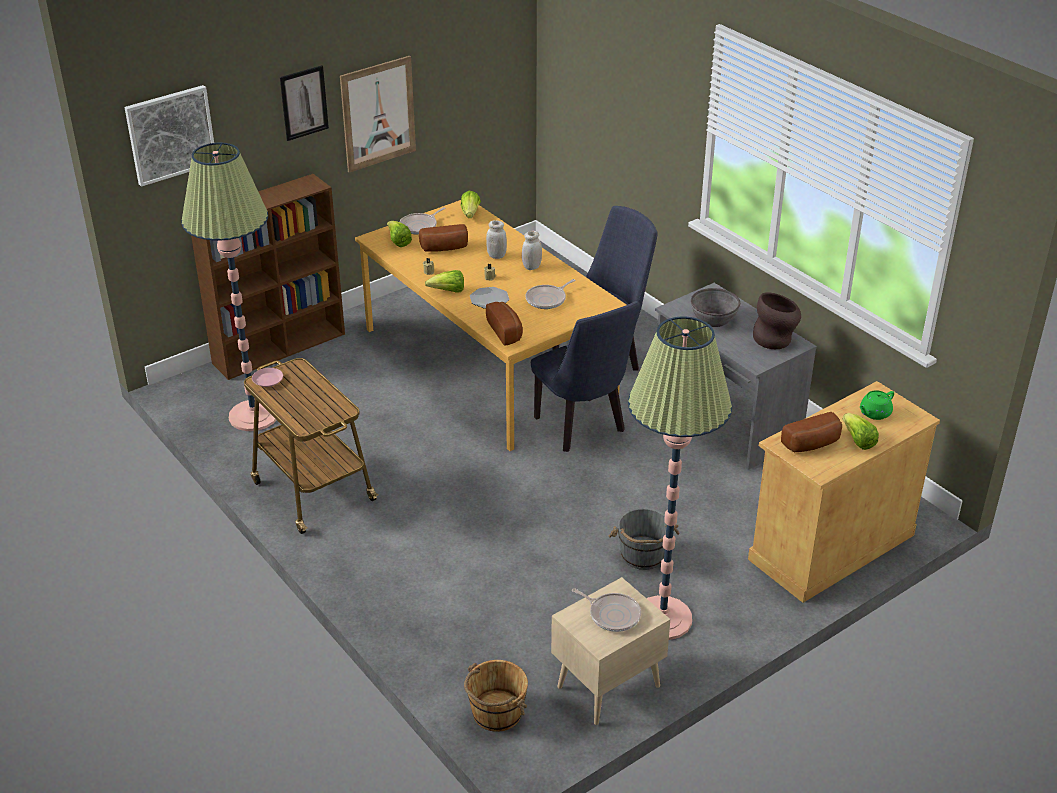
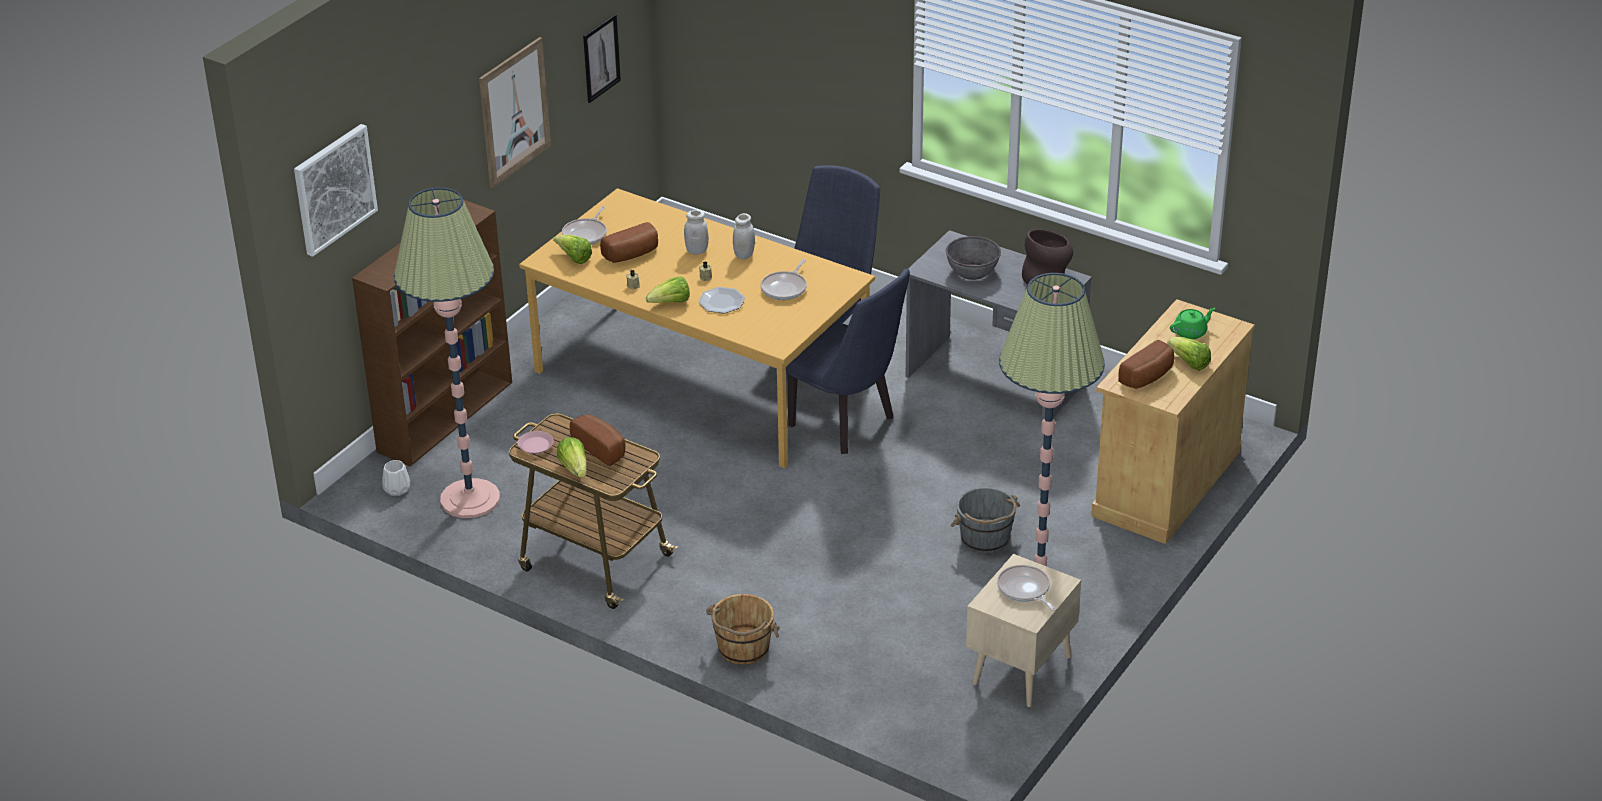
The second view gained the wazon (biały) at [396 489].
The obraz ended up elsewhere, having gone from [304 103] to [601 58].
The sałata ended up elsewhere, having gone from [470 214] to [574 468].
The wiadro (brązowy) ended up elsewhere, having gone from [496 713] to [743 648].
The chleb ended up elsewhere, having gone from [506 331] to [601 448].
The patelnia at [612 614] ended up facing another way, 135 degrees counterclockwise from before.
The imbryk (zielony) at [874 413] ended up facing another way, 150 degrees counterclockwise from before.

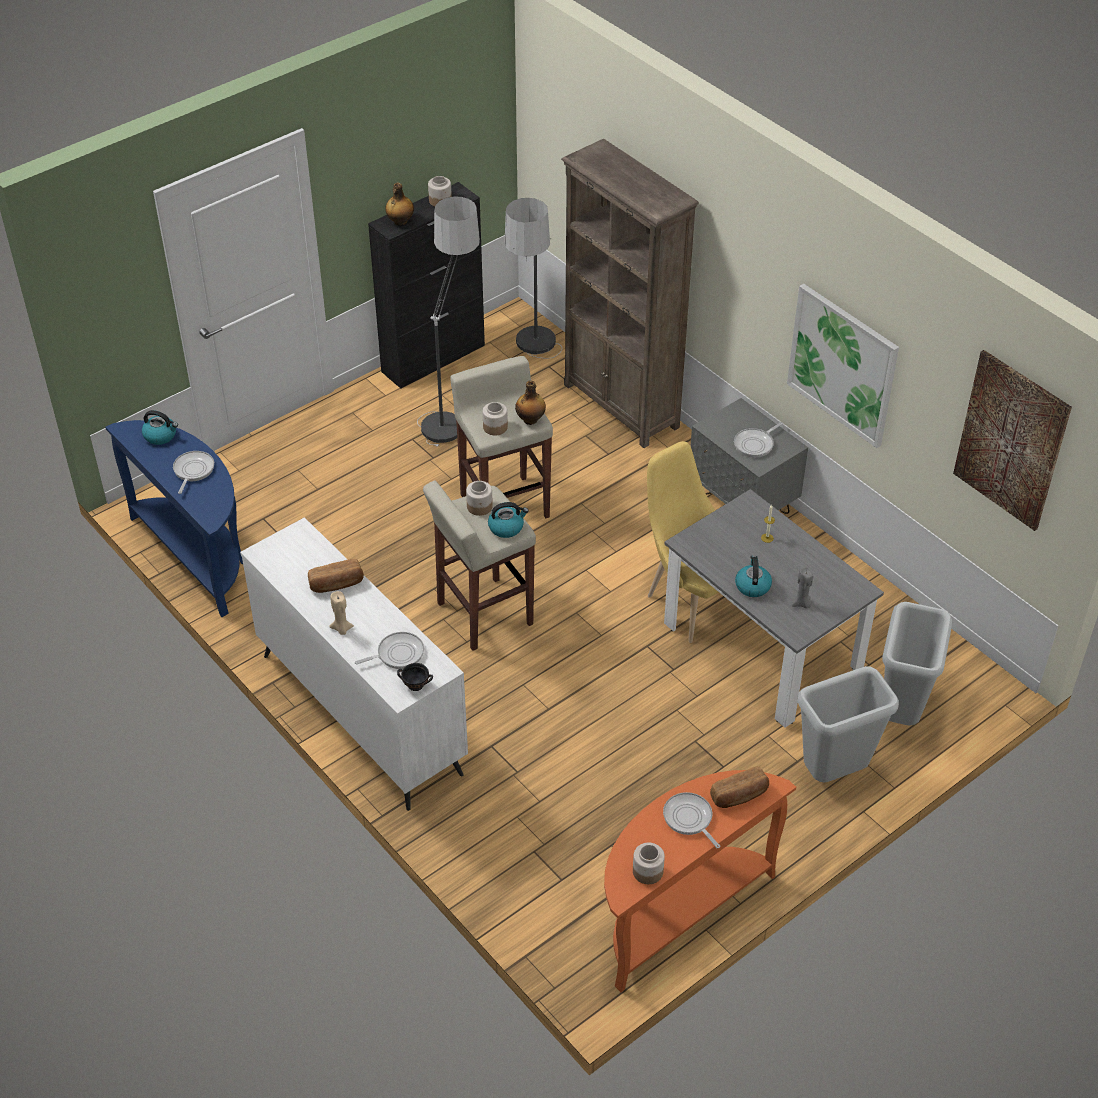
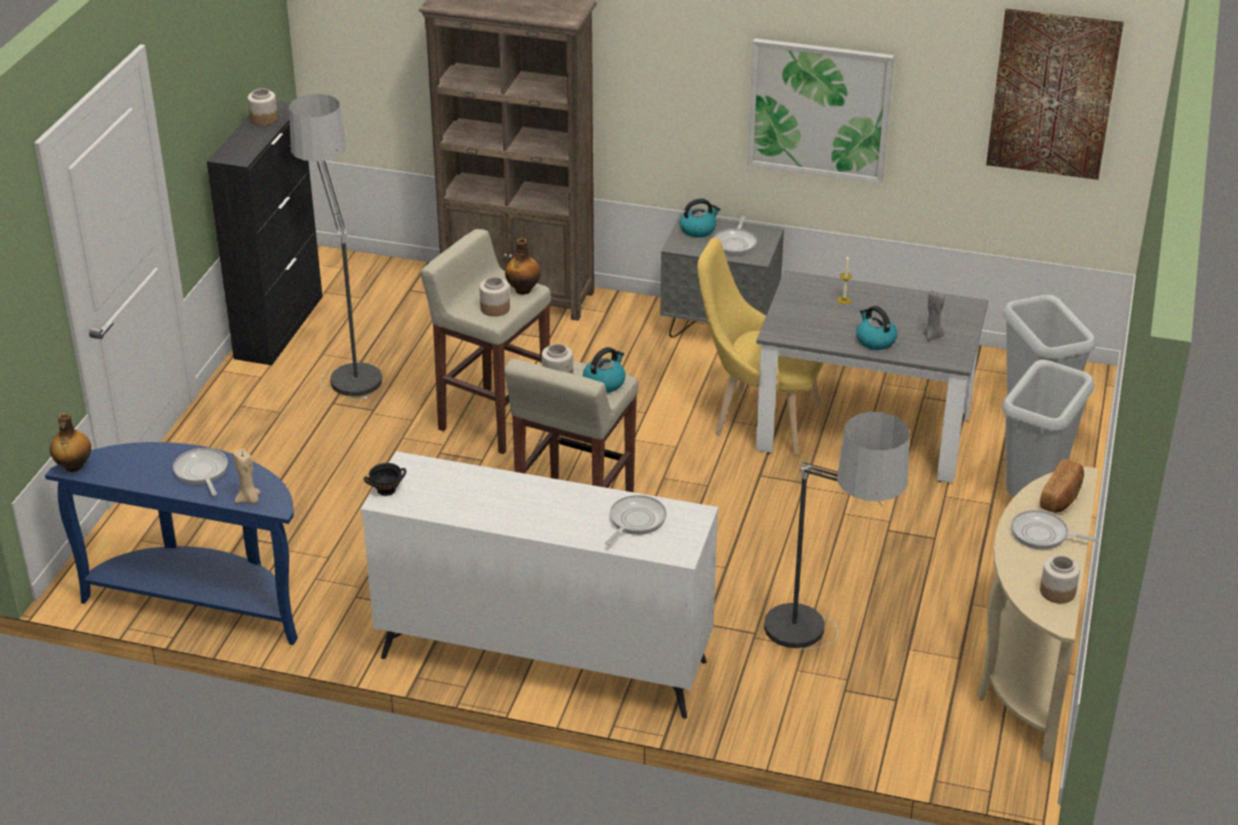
The second view lost the chleb at [336 584].
The czajnik ended up elsewhere, having gone from [161 436] to [698 230].
The świeca (beżowy) ended up elsewhere, having gone from [341 629] to [249 499].
The butelka ended up elsewhere, having gone from [400 222] to [73 467].
The miska (czarny) ended up elsewhere, having gone from [415 684] to [385 490].
The lampa stojąca ended up elsewhere, having gone from [534 364] to [823 658].
What was the stolik konsolowy (pomarańczowy) at [679 912] turned into the stolik konsolowy (beżowy) at [1027 671].

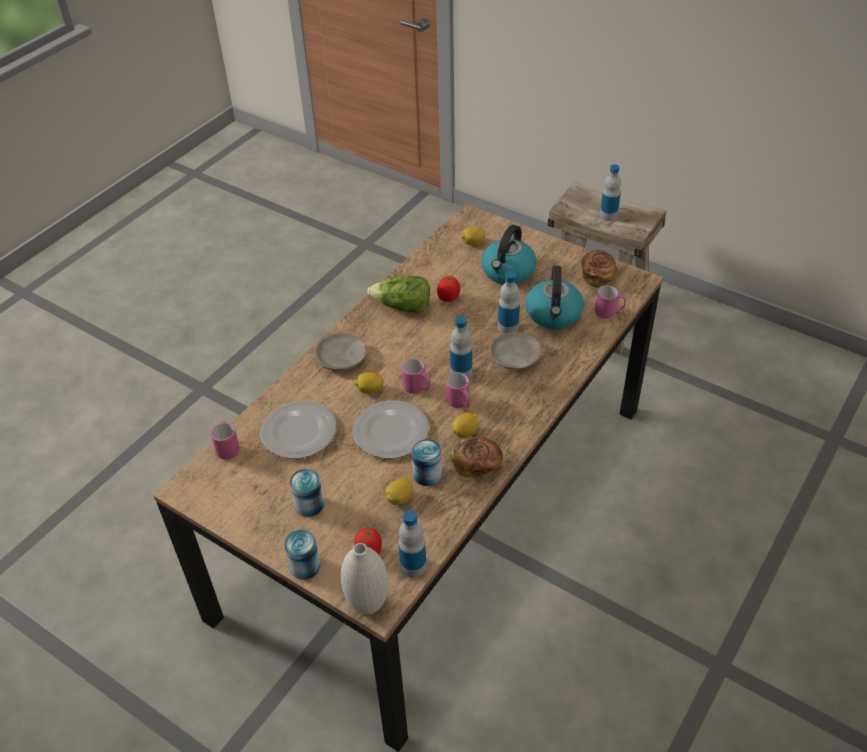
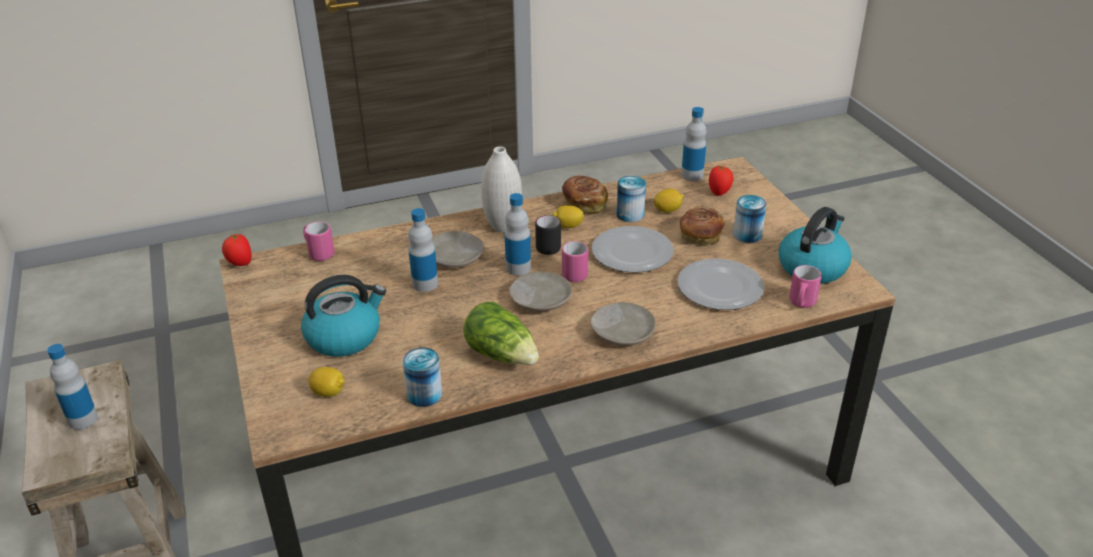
The second view lost the cytryna at [369 390].
The second view gained the talerz (beżowy) at [540 300].
The puszka ended up elsewhere, having gone from [305 566] to [424 394].
The wazon (biały) ended up elsewhere, having gone from [368 605] to [503 227].
The pomidor ended up elsewhere, having gone from [448 298] to [240 263].
The czajnik ended up elsewhere, having gone from [554 315] to [812 267].
The chleb ended up elsewhere, having gone from [598 276] to [700 236].
What was the kubek (różowy) at [460 403] turned into the kubek (czarny) at [548 246].

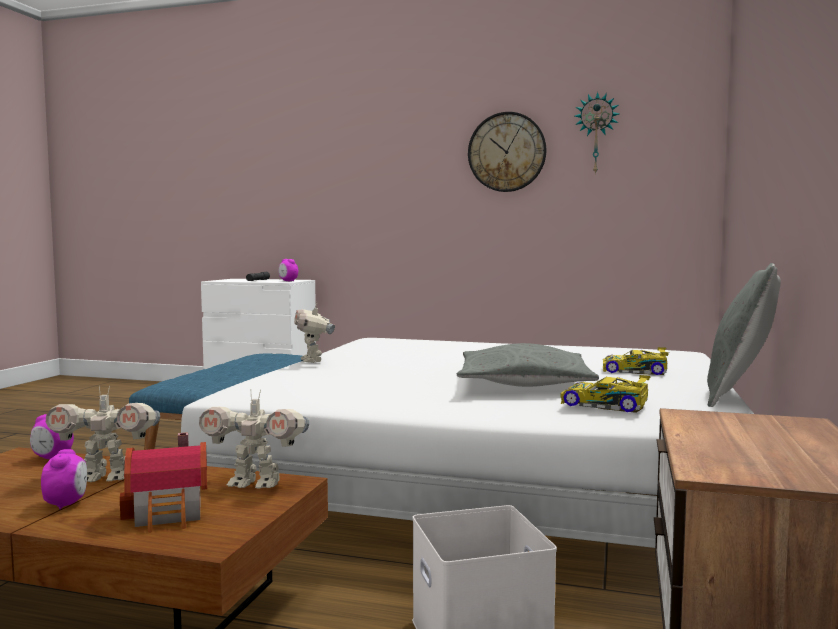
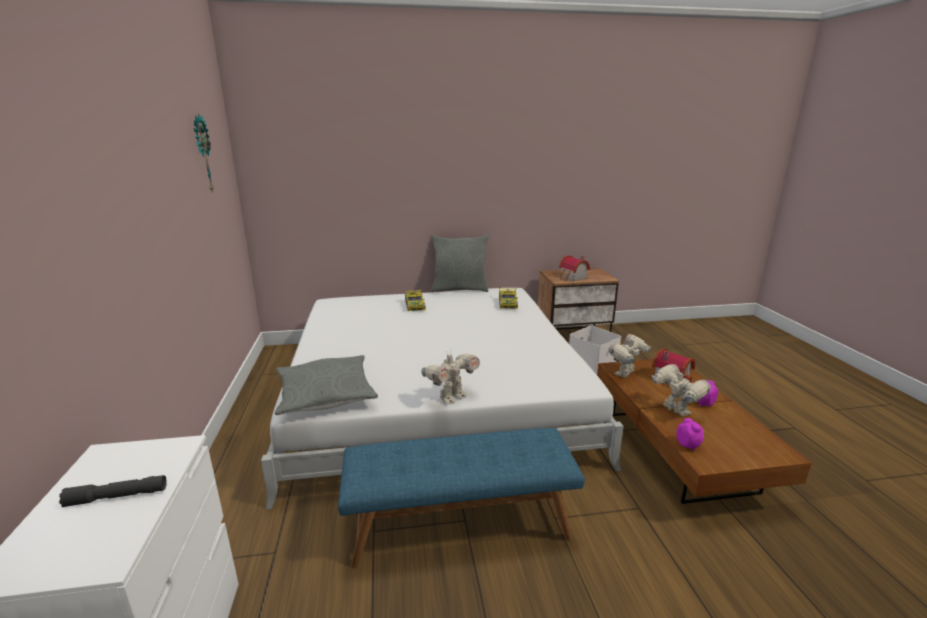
The second view lost the budzik at [288 281].
The second view lost the zegar ścienny at [506 152].
The second view gained the domek at [572 278].
The poduszka (szary) ended up elsewhere, having gone from [523 384] to [325 394].
The robot zabawkowy at [255 484] ended up facing another way, 120 degrees counterclockwise from before.

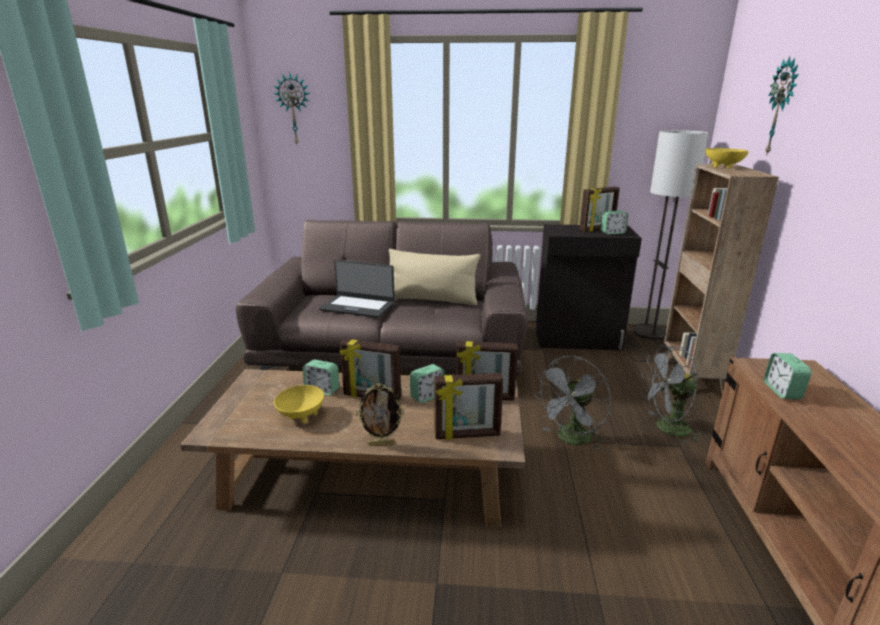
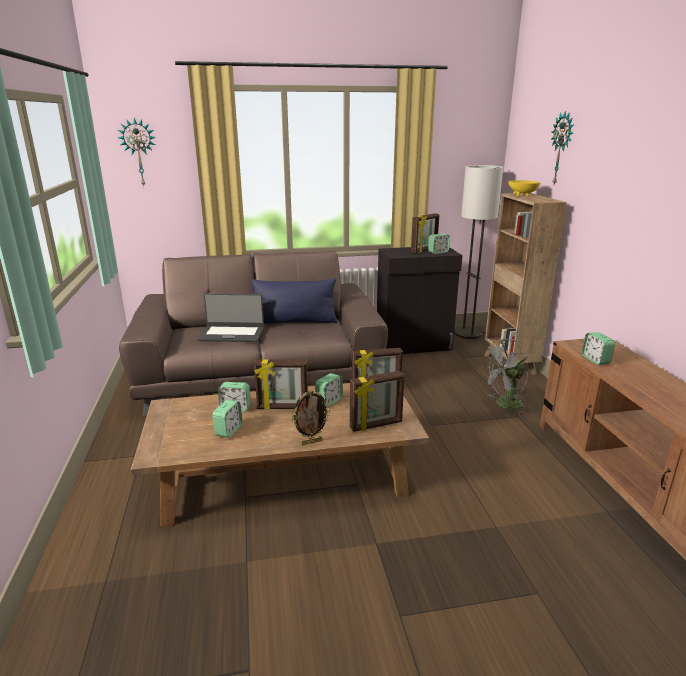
The second view lost the wentylator (szary) at [571 440].
Where the miska (żółty) stood at [301 415], the budzik came to stand at [228 430].
What was the poduszka (beżowy) at [432 299] turned into the poduszka (niebieski) at [295 322].

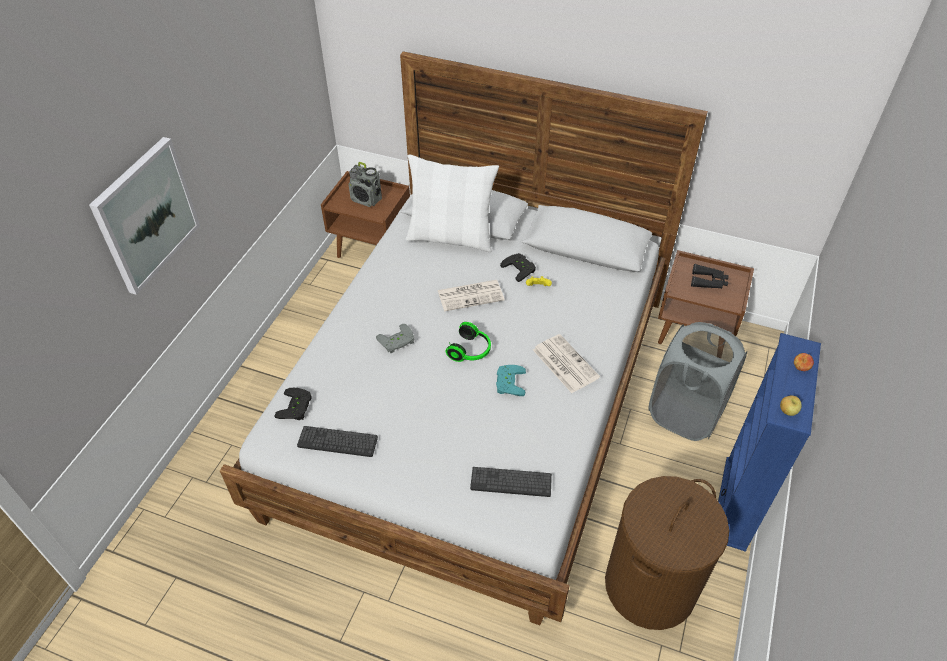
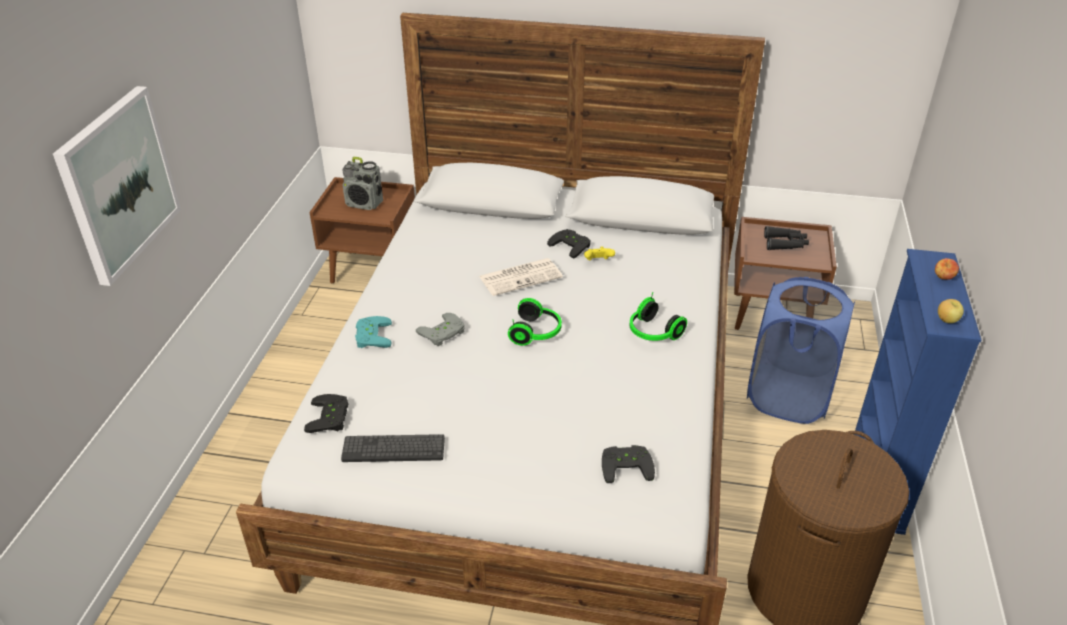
The second view lost the poduszka (biały) at [451 237].
The pad do gier (turkusowy) ended up elsewhere, having gone from [508 382] to [371 336].
Where the klawiatura stood at [511 482], the pad do gier (czarny) came to stand at [626 465].
Where the gazeta stood at [564 363], the słuchawki came to stand at [652 333].
What was the kosz na pranie (szary) at [685 413] turned into the kosz na pranie (niebieski) at [788 397].

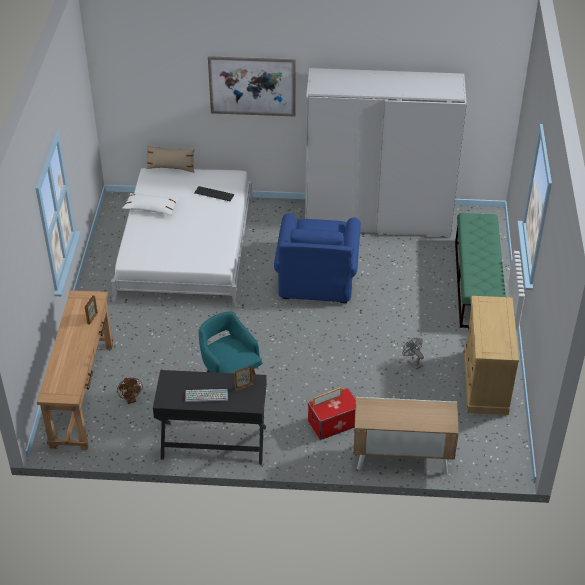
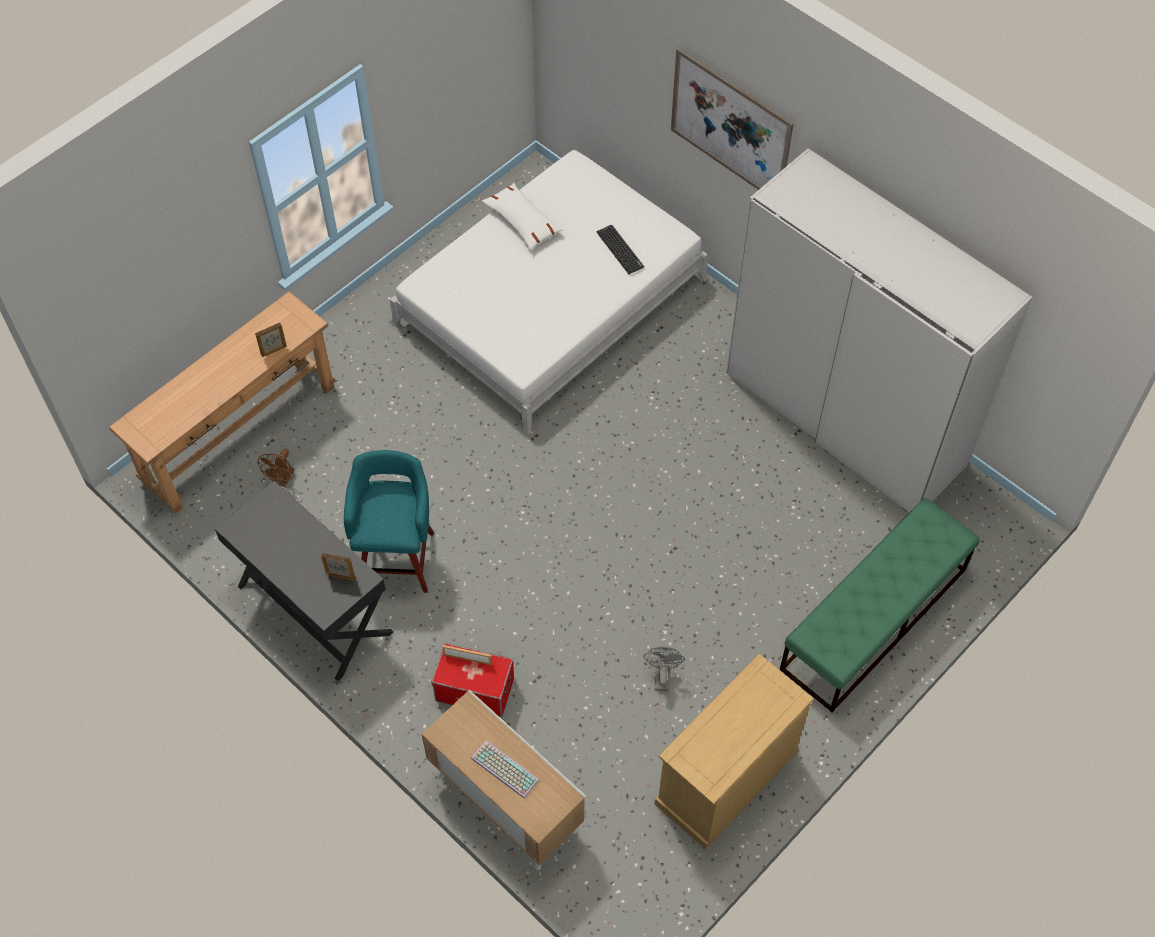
The second view lost the poduszka (beżowy) at [171 168].
The second view lost the fotel (niebieski) at [318 274].
The klawiatura ended up elsewhere, having gone from [205 396] to [503 769].

